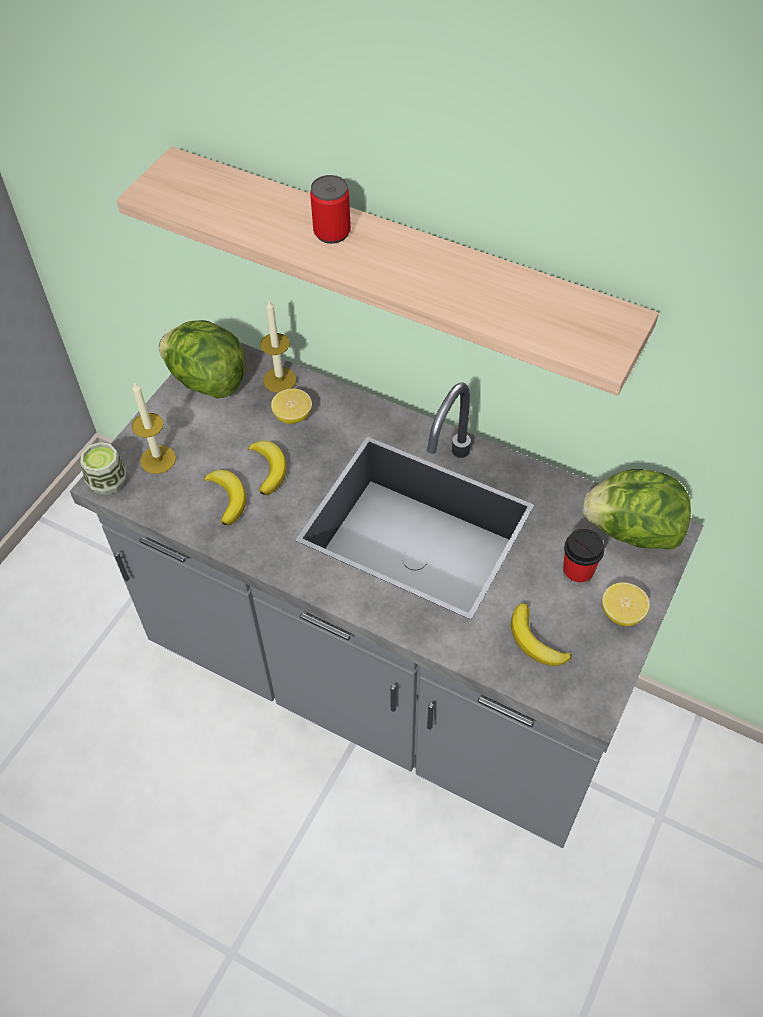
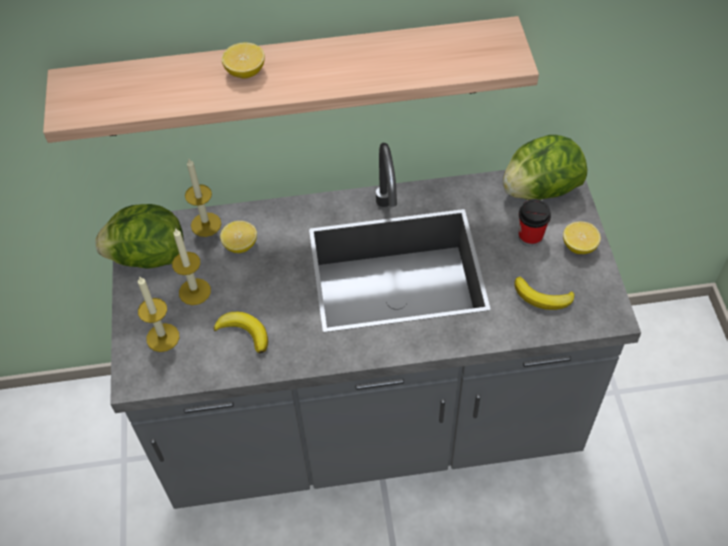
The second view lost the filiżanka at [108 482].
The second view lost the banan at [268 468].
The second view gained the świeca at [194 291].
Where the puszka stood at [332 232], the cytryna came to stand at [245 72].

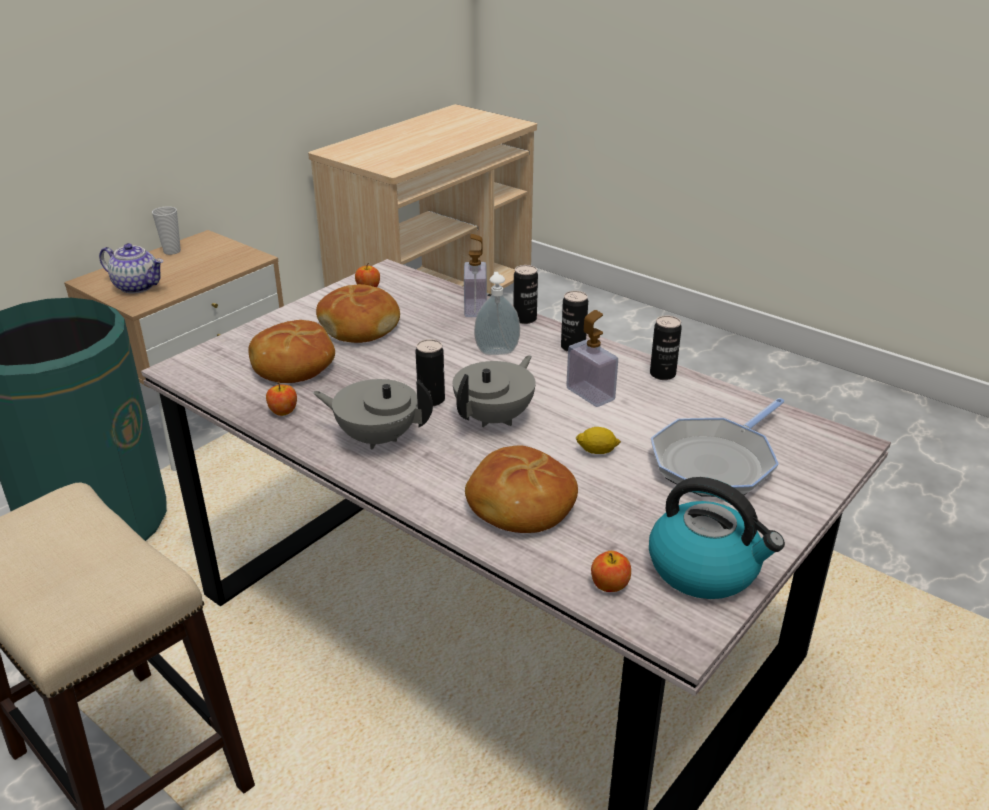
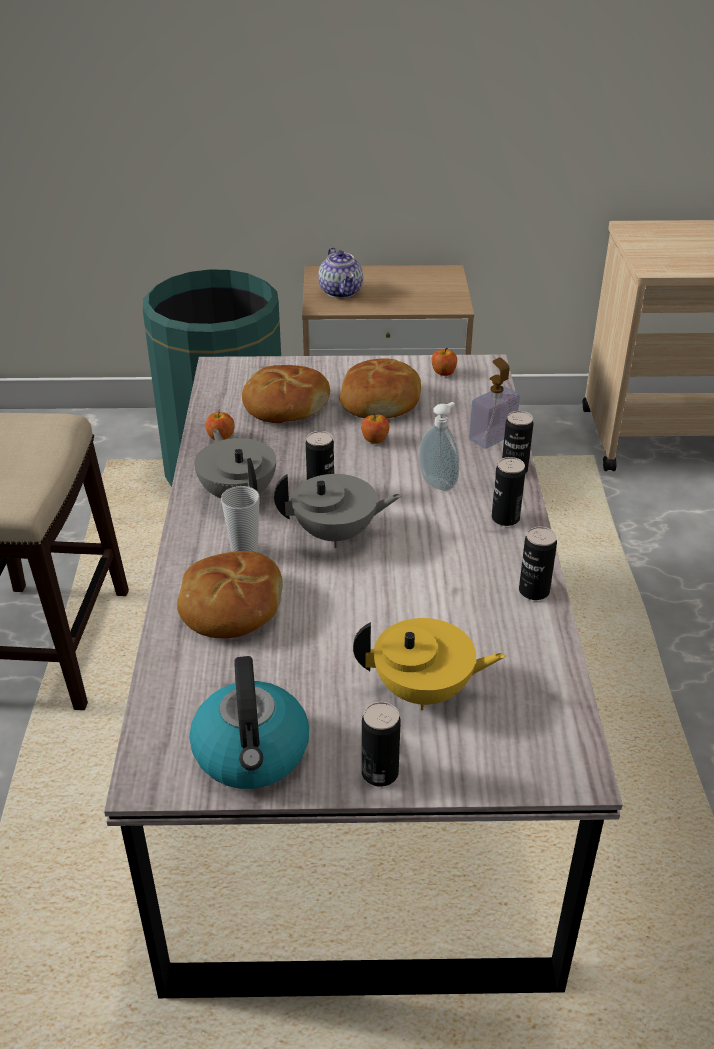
The second view lost the dozownik mydła at [590 394].
The second view lost the cytryna at [597 451].
The second view gained the puszka at [380 773].
The filiżanka ended up elsewhere, having gone from [172 251] to [244 551].
The jabłko ended up elsewhere, having gone from [609 585] to [375 440].
Where the patelnia stood at [716 462], the imbryk (żółty) came to stand at [424 691].

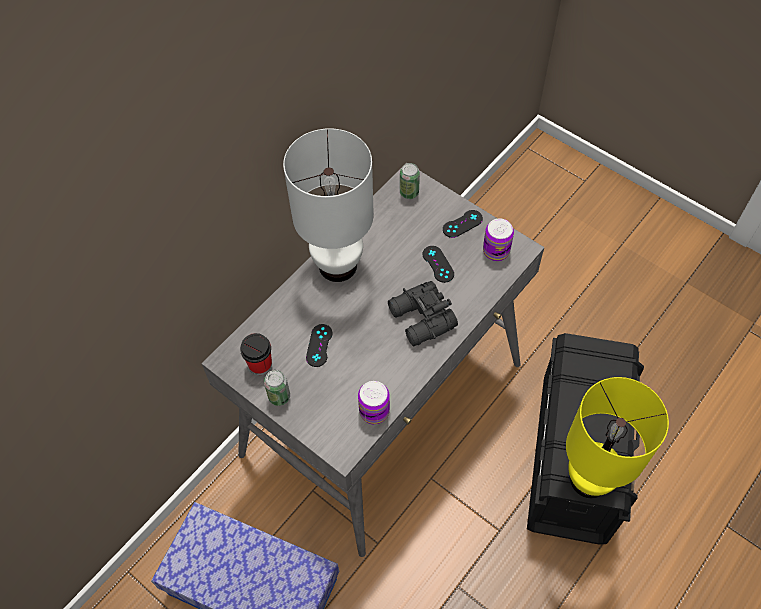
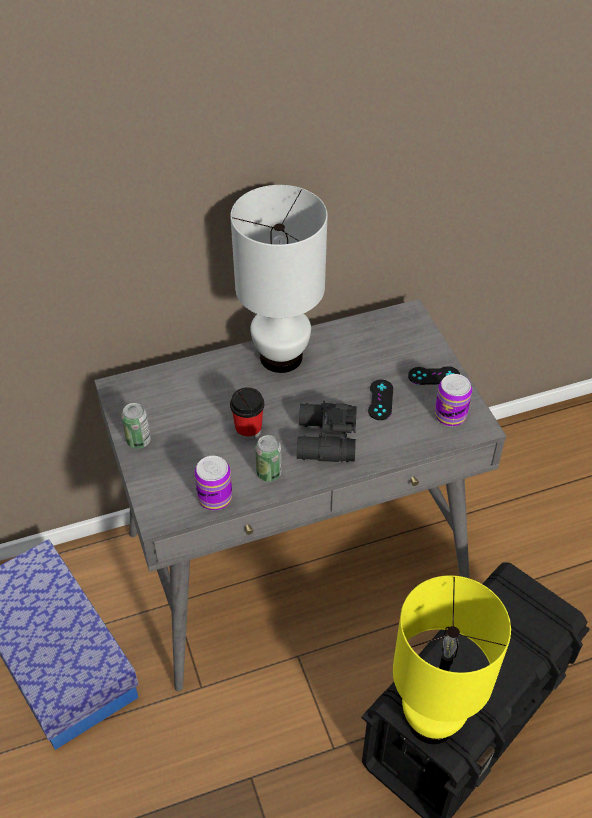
The second view lost the pad do gier (czarny) at [319 345].
The filiżanka ended up elsewhere, having gone from [260 365] to [248 429].
The puszka ended up elsewhere, having gone from [409 192] to [269 473].

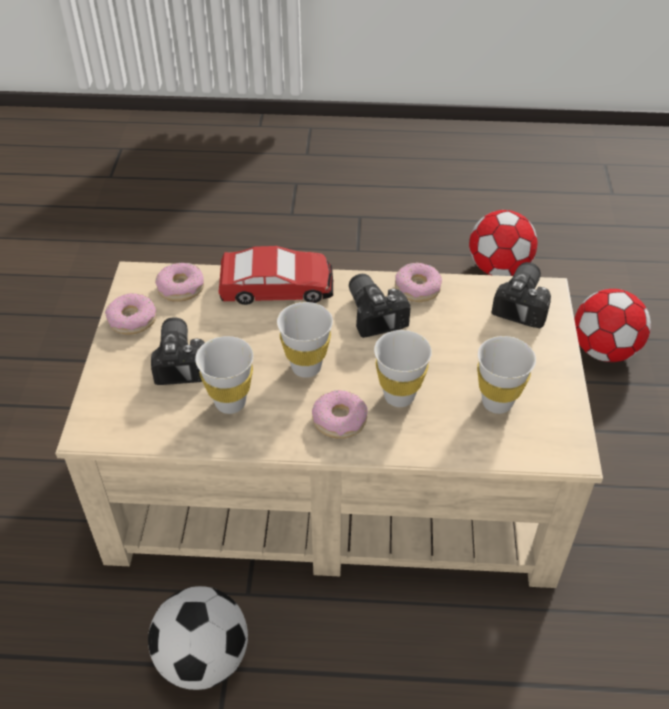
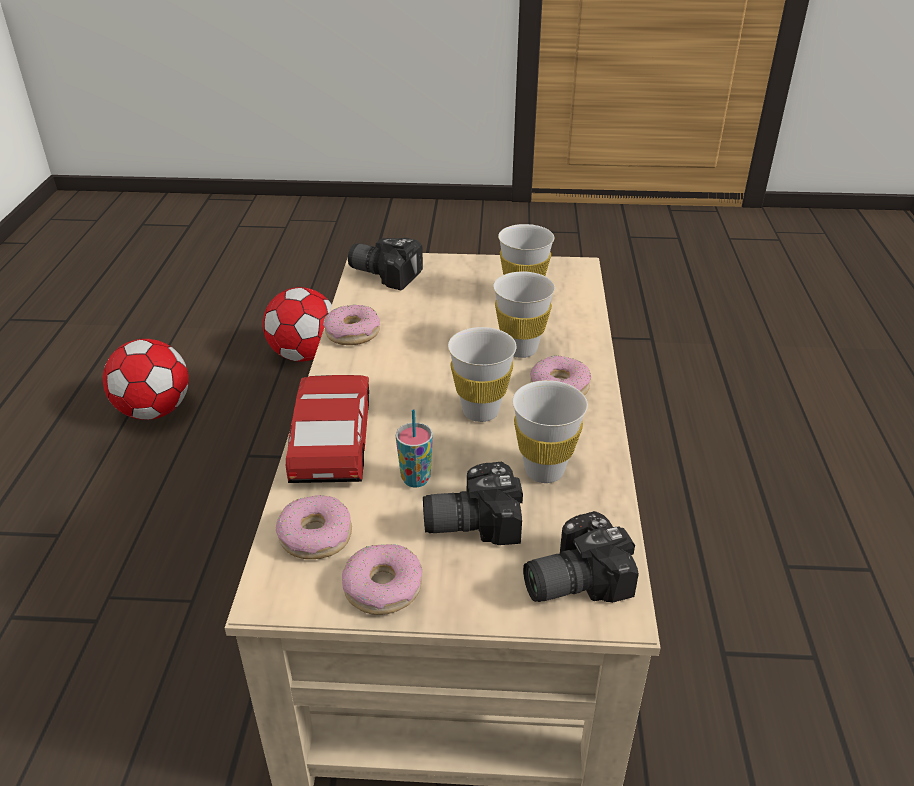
The second view lost the piłka futbolowa at [203 658].
The second view gained the filiżanka at [415 479].
The aparat fotograficzny ended up elsewhere, having gone from [376 312] to [571 579].

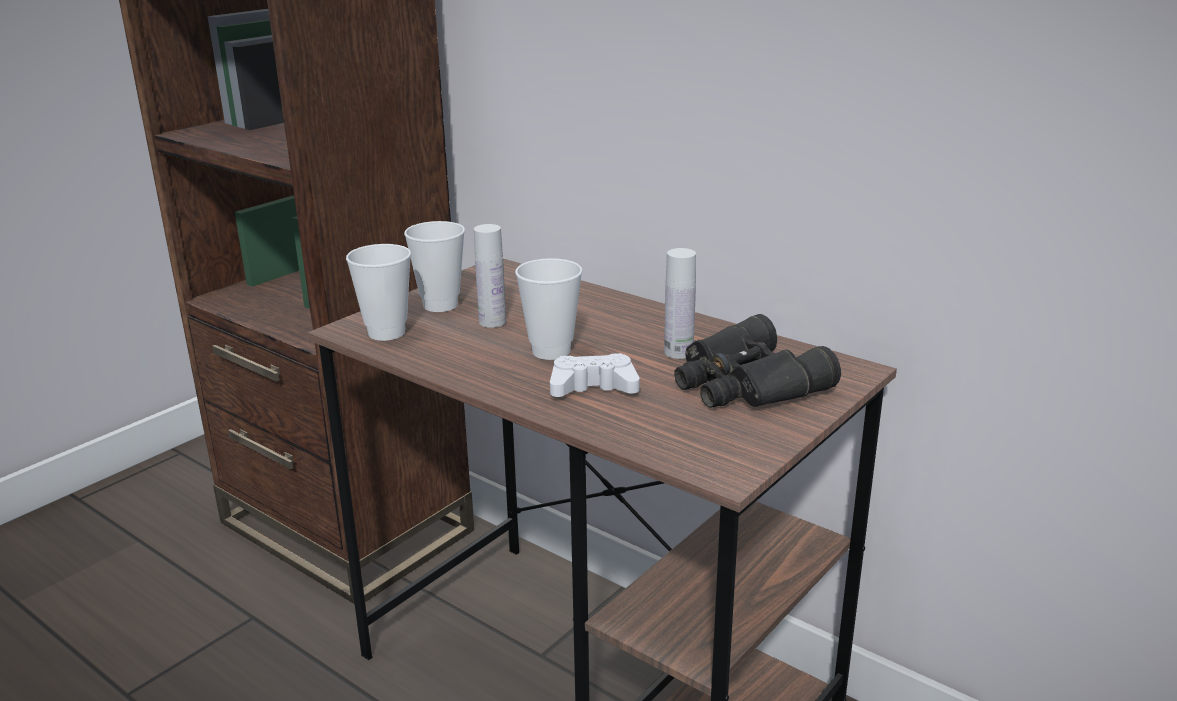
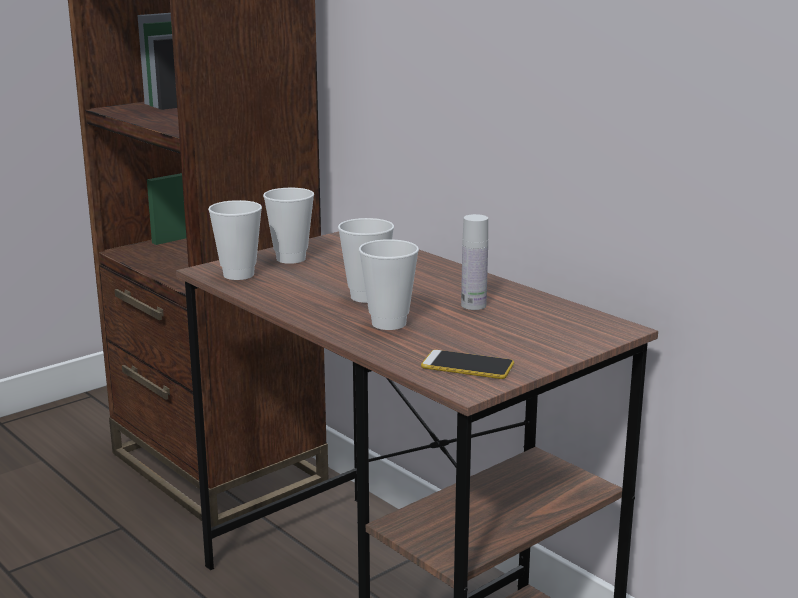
The second view lost the butelka (biały) at [492 322].
The second view lost the lornetka (czarny) at [744 384].
The second view gained the telefon at [467 366].
Where the pad do gier (biały) stood at [593 387], the filiżanka came to stand at [389 323].

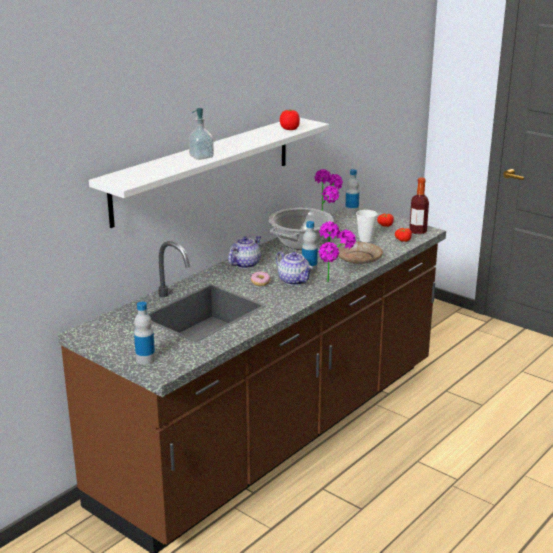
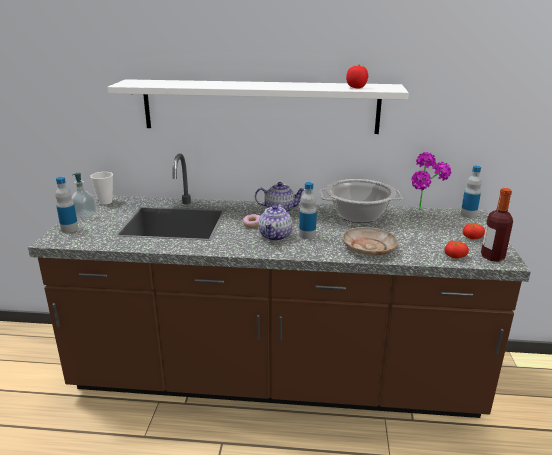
The second view lost the roślina doniczkowa at [334 284].
The dozownik mydła ended up elsewhere, having gone from [201 157] to [84 215].
The filiżanka ended up elsewhere, having gone from [365 240] to [105 202].

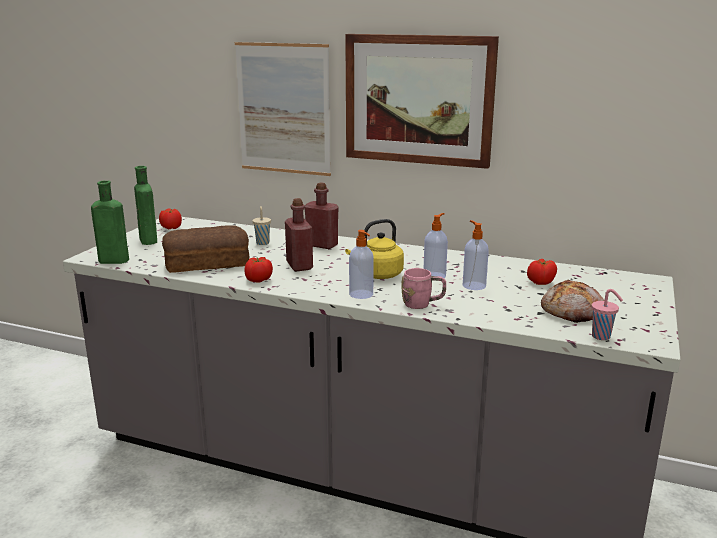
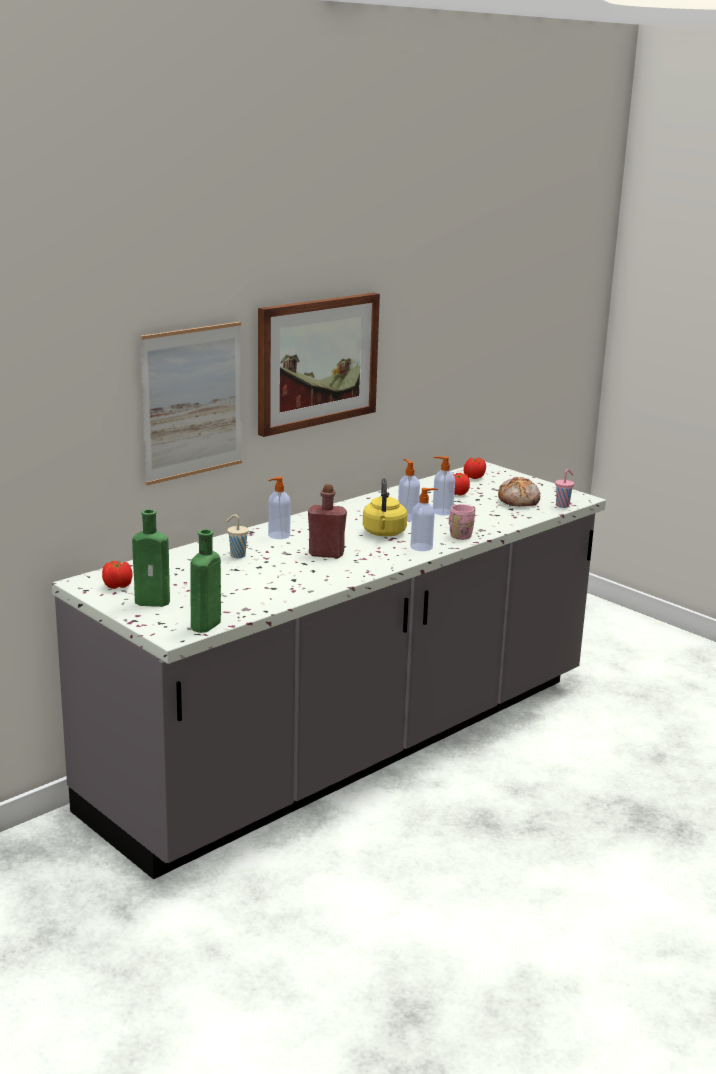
The second view lost the chleb at [206 262].
The pomidor ended up elsewhere, having gone from [258 280] to [473 477].
Where the butelka (czerwony) stood at [322 245], the dozownik mydła came to stand at [278 535].

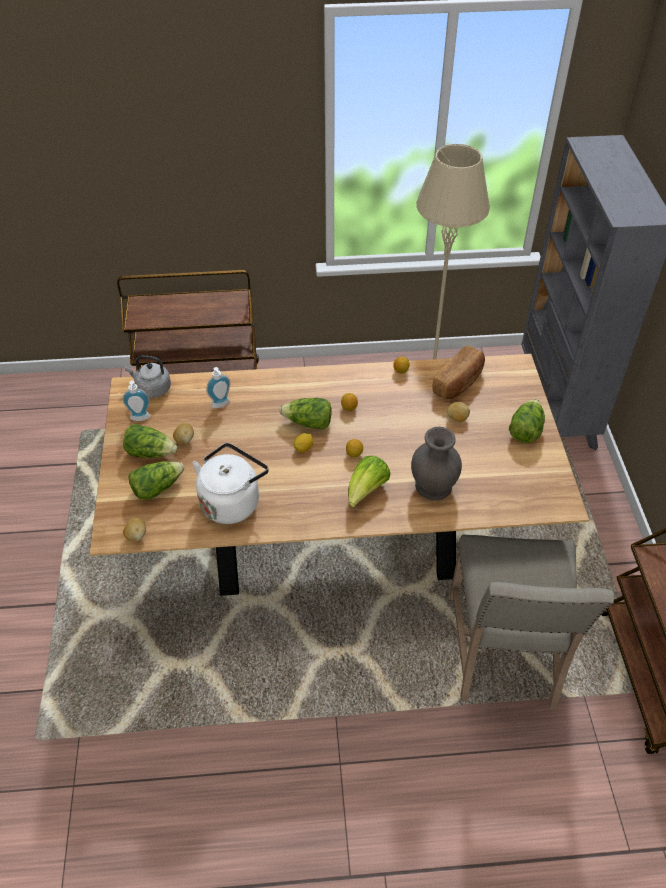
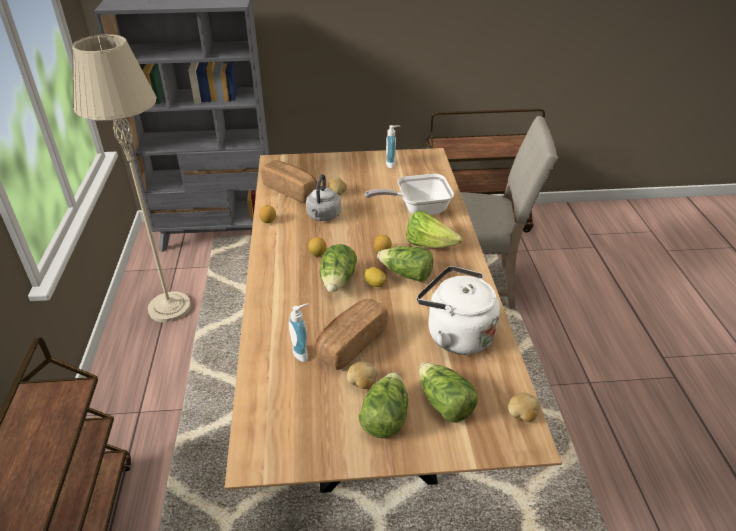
The second view gained the chleb at [351 343].
The dozownik mydła ended up elsewhere, having gone from [140 419] to [392 164].
The czajnik (szary) ended up elsewhere, having gone from [152 389] to [323 216].
The sałata ended up elsewhere, having gone from [525 430] to [406 274].
Where the wazon (szary) stood at [433 484], the patelnia came to stand at [417 209].

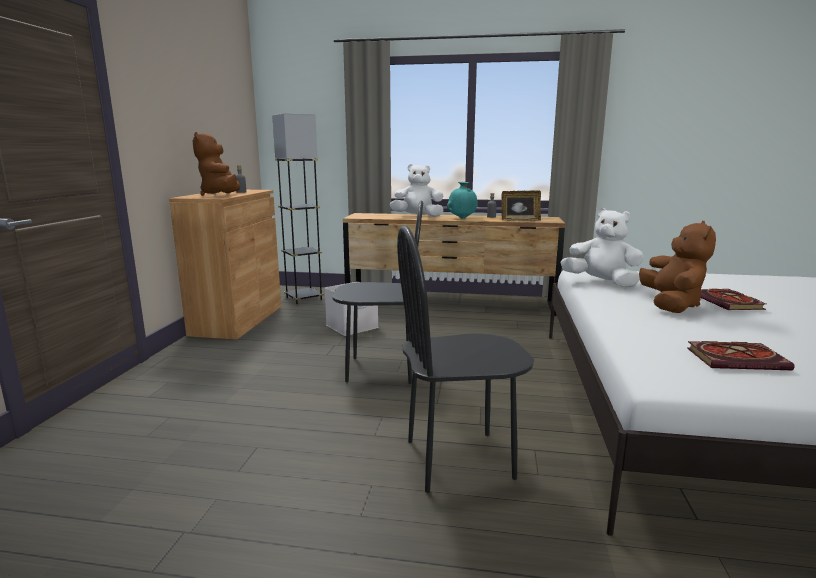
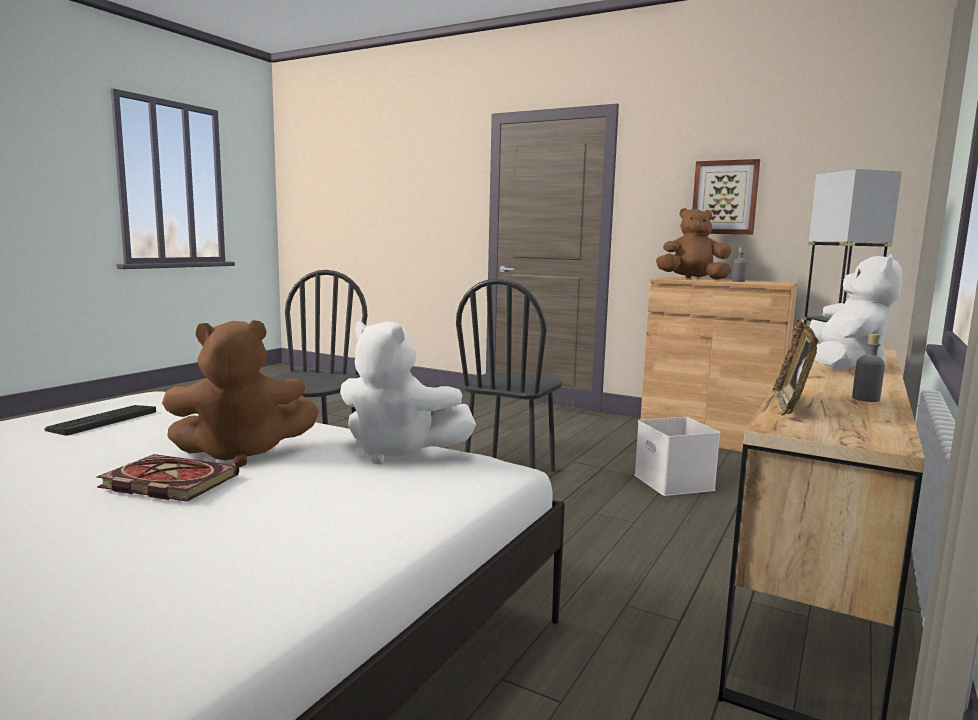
The second view lost the wazon (turkusowy) at [462 218].
The second view gained the obraz at [725 197].
Where the książka stood at [737 359], the klawiatura came to stand at [102 420].
The pluszak (biały) at [601 282] ended up facing another way, 60 degrees clockwise from before.
The pluszak (brązowy) at [671 305] ended up facing another way, 45 degrees counterclockwise from before.

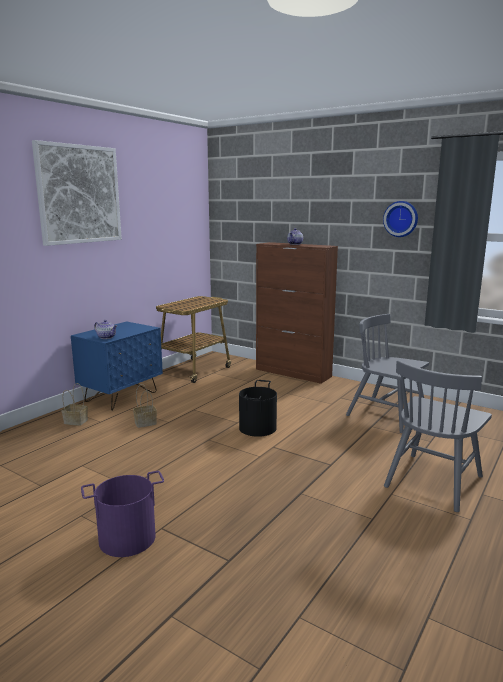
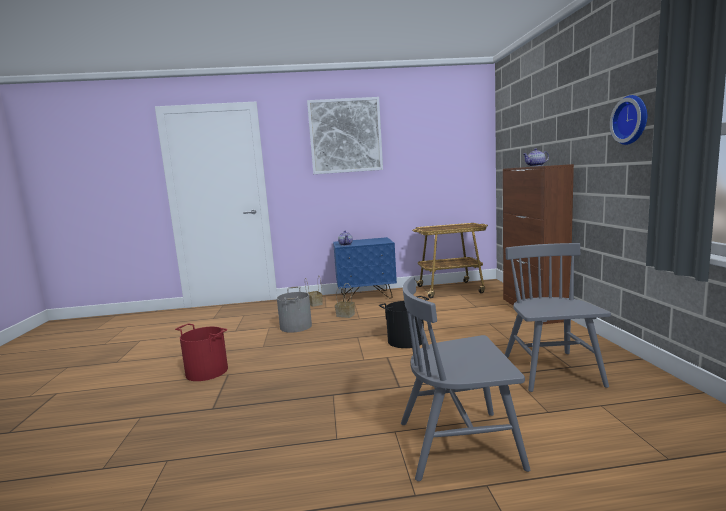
The second view gained the wiadro (szary) at [296 326].
What was the wiadro (fioletowy) at [127 538] turned into the wiadro (czerwony) at [207 371].

